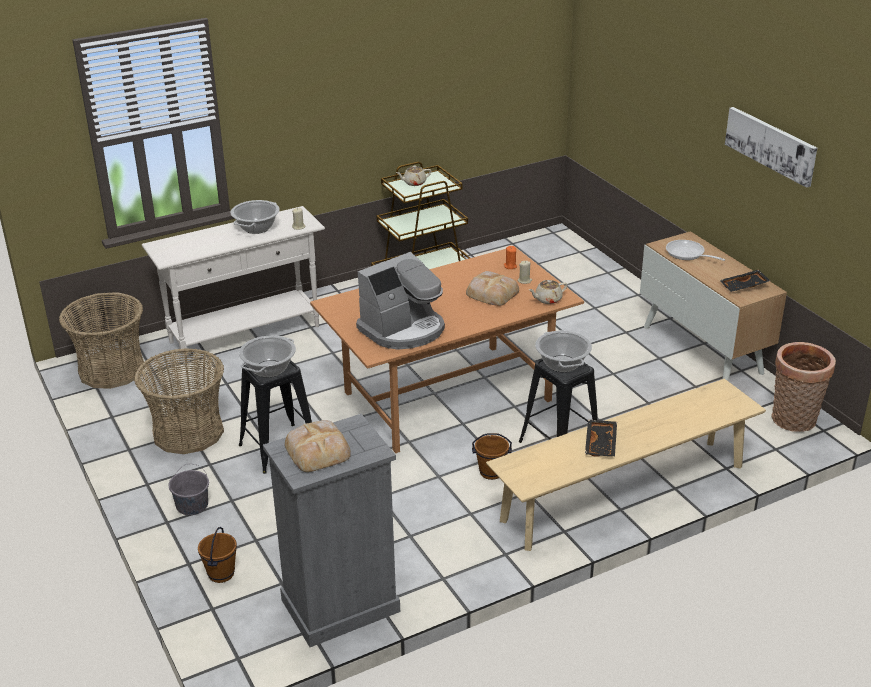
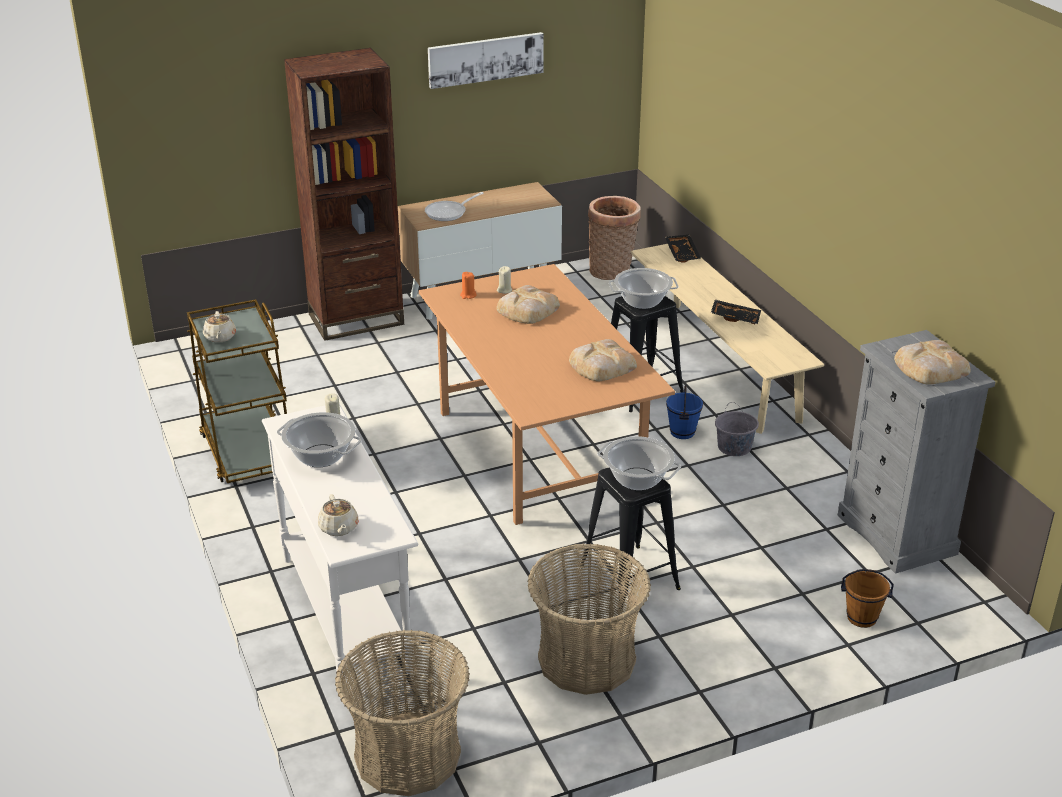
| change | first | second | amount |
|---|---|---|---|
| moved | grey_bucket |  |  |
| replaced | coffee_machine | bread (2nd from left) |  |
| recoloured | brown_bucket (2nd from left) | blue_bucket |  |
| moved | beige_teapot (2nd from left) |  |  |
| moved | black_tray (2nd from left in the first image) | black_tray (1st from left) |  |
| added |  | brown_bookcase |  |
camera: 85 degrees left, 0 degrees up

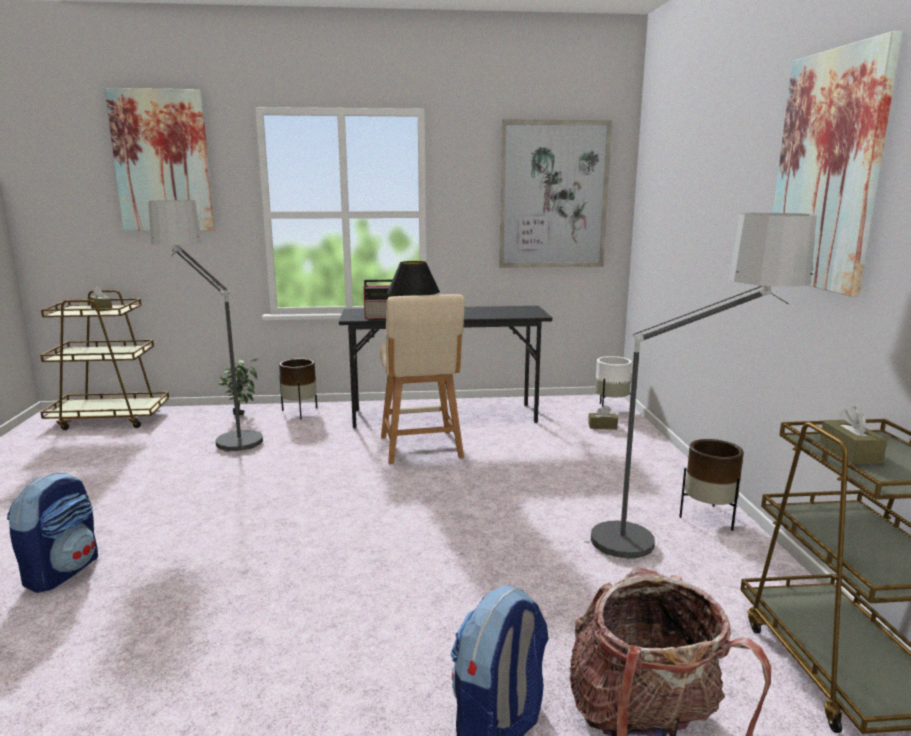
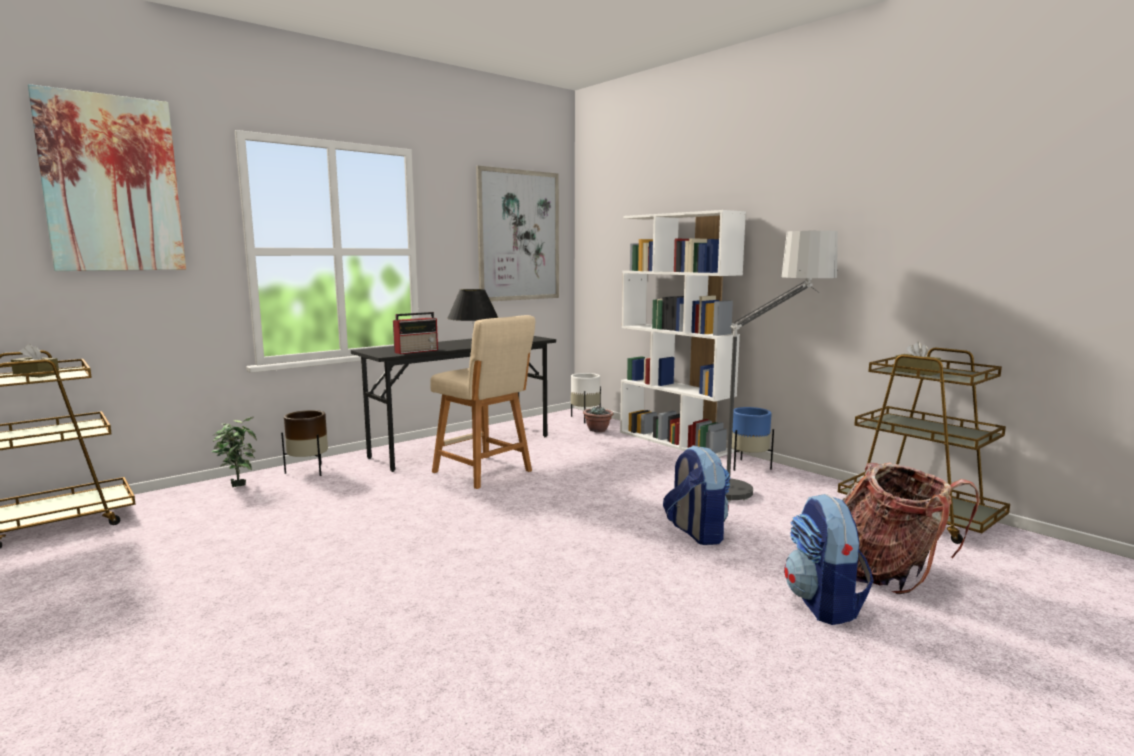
| change | first | second | amount |
|---|---|---|---|
| moved | backpack (1st from left) |  |  |
| removed | floor_lamp (1st from left) |  |  |
| replaced | brown_tissue_box (2nd from left) | potted_plant (2nd from left) |  |
| recoloured | brown_planter (2nd from left) | blue_planter |  |
| removed | picture (3rd from left) |  |  |
| added |  | white_bookcase |  |
camera: 35 degrees left, 5 degrees down

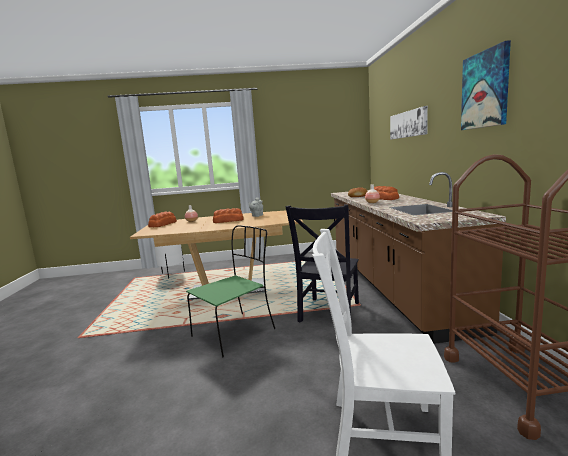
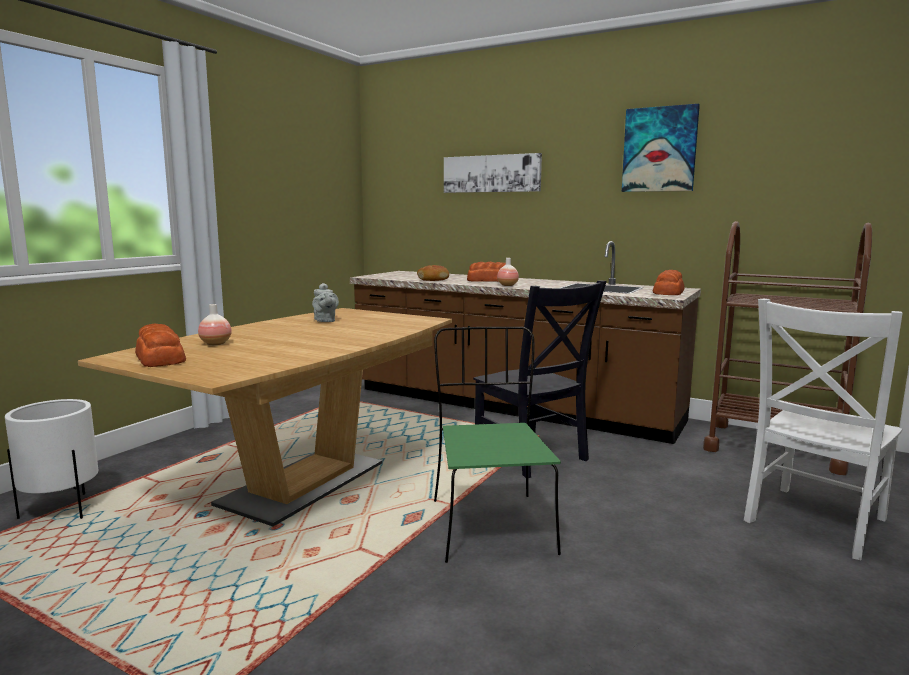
| change | first | second | amount |
|---|---|---|---|
| moved | bread (2nd from left in the first image) | bread (4th from left) |  |
camera: 55 degrees left, 0 degrees up

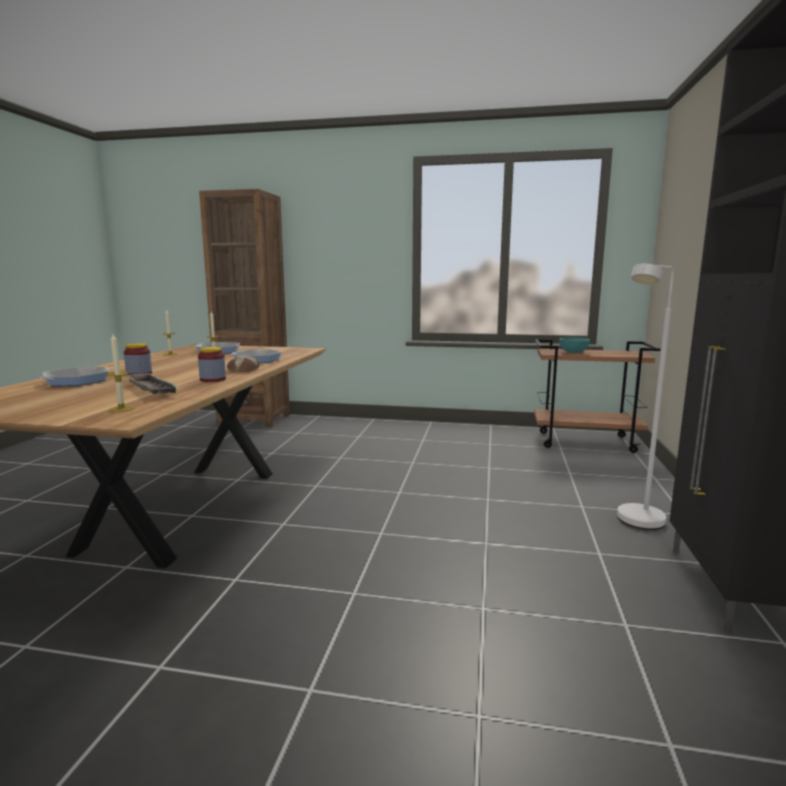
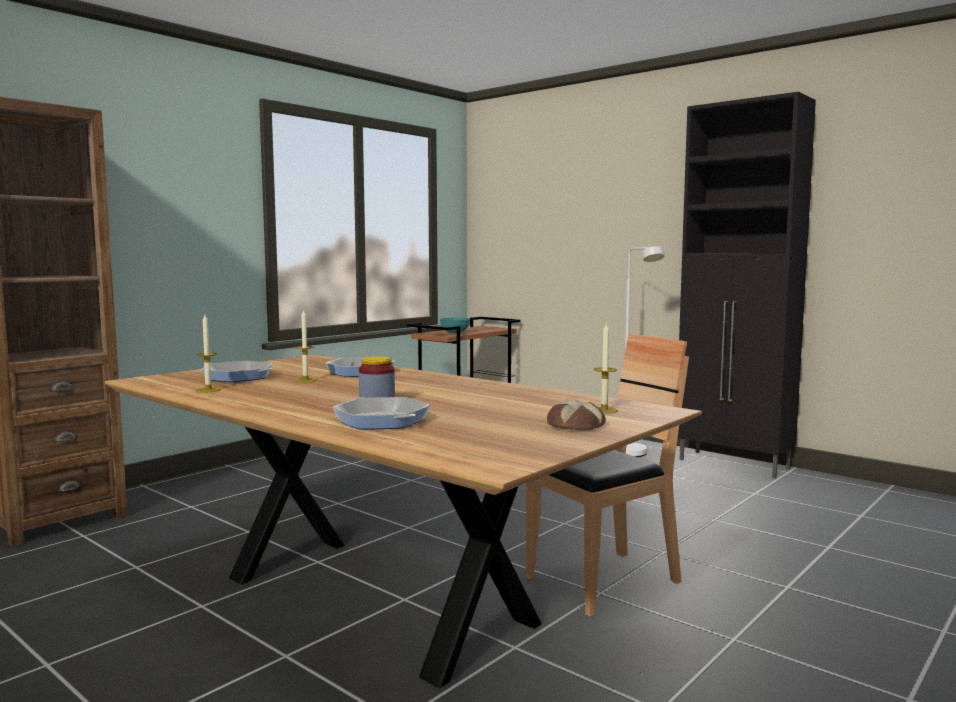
| change | first | second | amount |
|---|---|---|---|
| removed | tray |  |  |
| removed | jar (2nd from left) |  |  |
| moved | bread |  |  |
| added |  | brown_chair |  |
camera: 60 degrees left, 5 degrees down

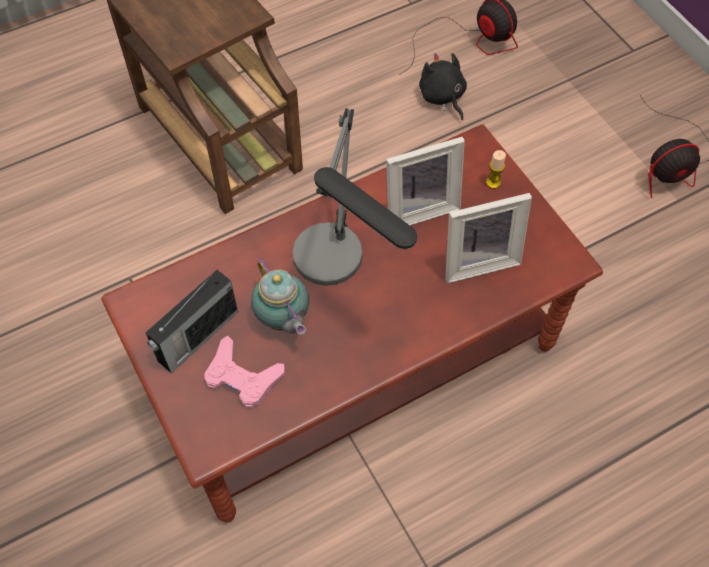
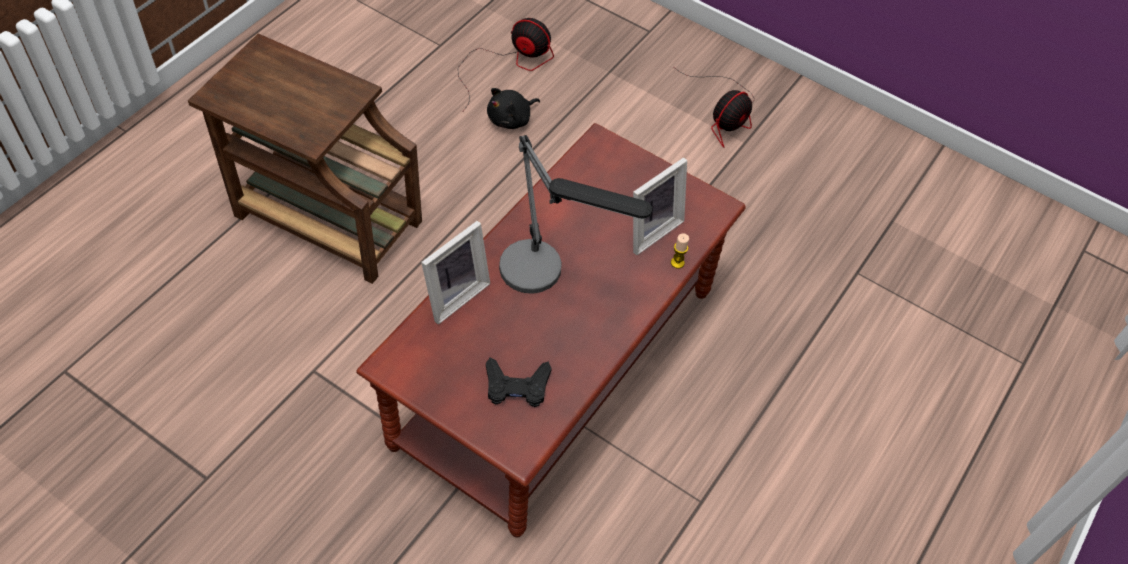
| change | first | second | amount |
|---|---|---|---|
| removed | radio |  |  |
| recoloured | pink_game_controller | black_game_controller |  |
| removed | teapot |  |  |
| moved | picture_frame (1st from left) |  |  |
| turned | black_plush_toy |  | 75 degrees counterclockwise |
| moved | candle |  |  |
camera: 30 degrees left, 5 degrees down

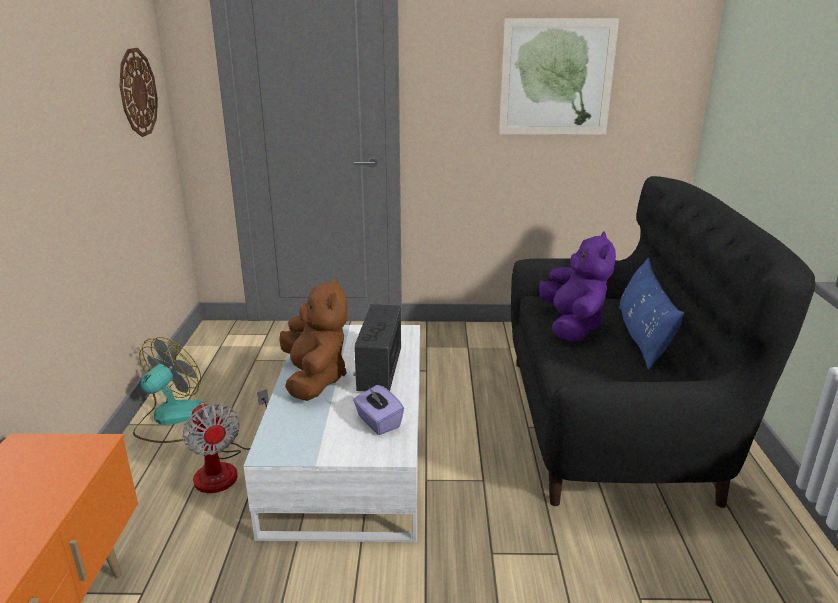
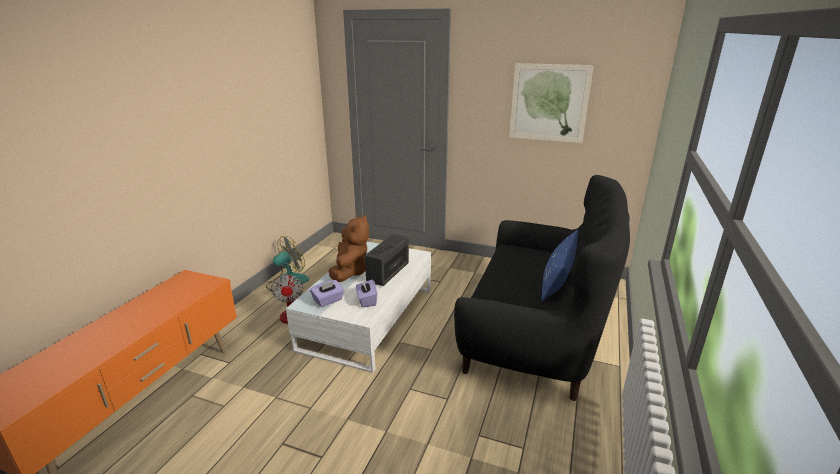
| change | first | second | amount |
|---|---|---|---|
| removed | wall_clock |  |  |
| removed | purple_plush_toy |  |  |
| added |  | purple_tissue_box (1st from left) |  |
camera: 20 degrees right, 0 degrees up

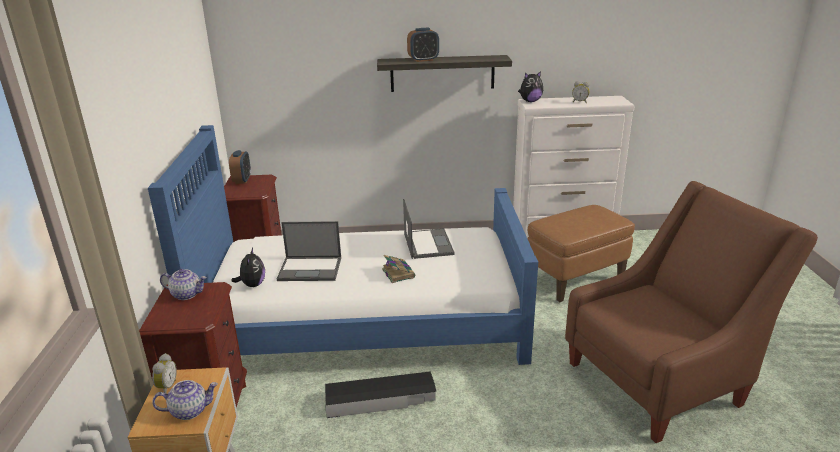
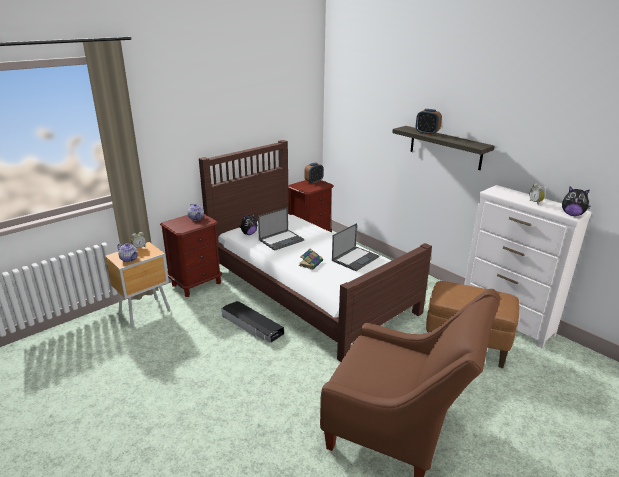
| change | first | second | amount |
|---|---|---|---|
| recoloured | blue_bed | brown_bed |  |
| turned | laptop (1st from left) |  | 90 degrees counterclockwise |
| moved | plush_toy (2nd from left) |  |  |
camera: 50 degrees right, 0 degrees up

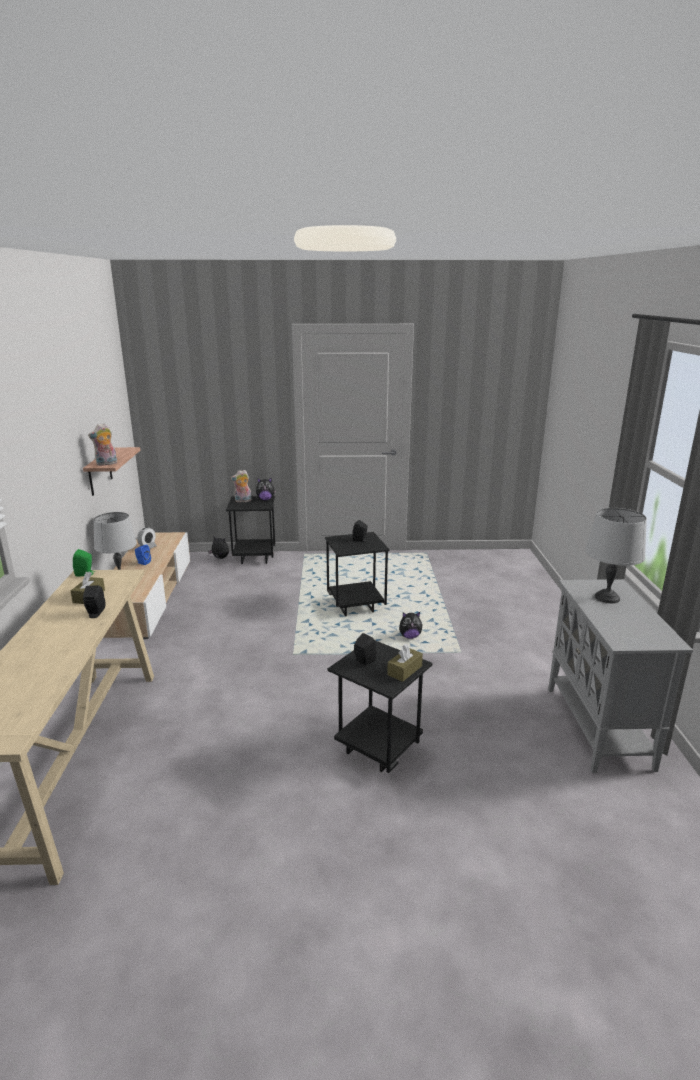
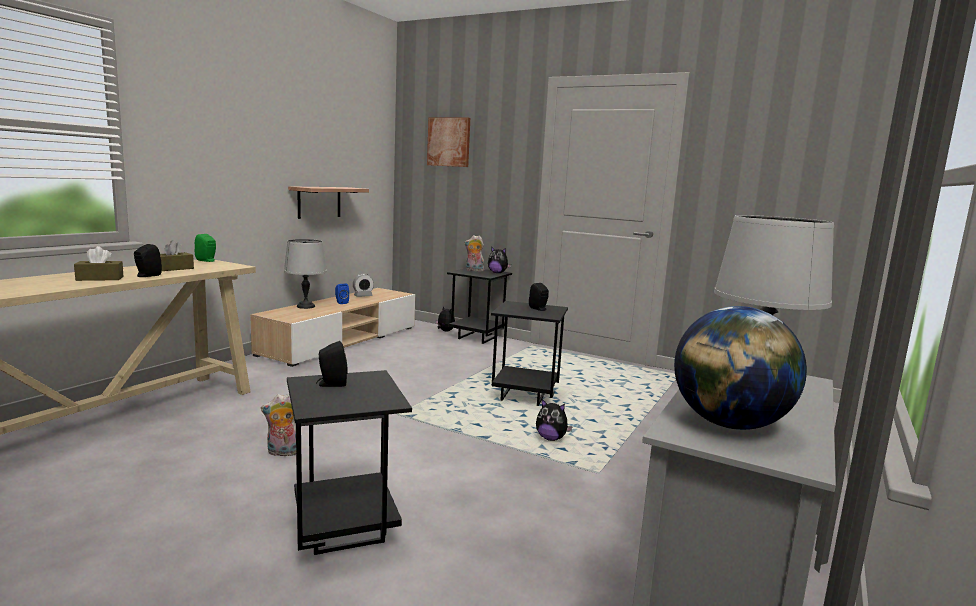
| change | first | second | amount |
|---|---|---|---|
| moved | plush_toy (1st from left) |  |  |
| moved | brown_tissue_box (2nd from left in the first image) | brown_tissue_box (1st from left) |  |
| added |  | picture |  |
| added |  | globe |  |
camera: 30 degrees right, 10 degrees down

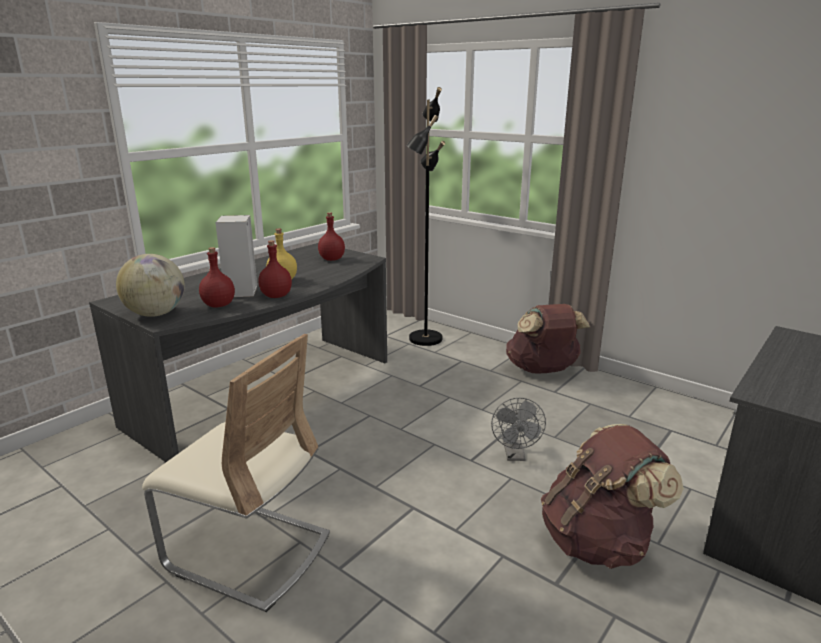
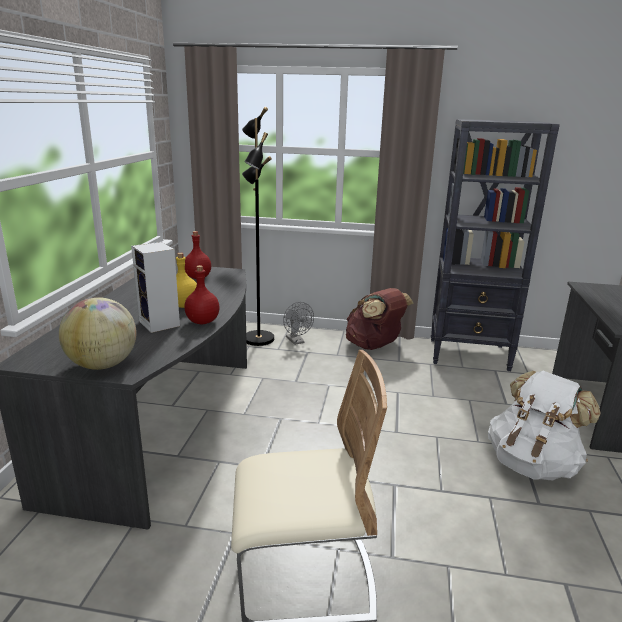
| change | first | second | amount |
|---|---|---|---|
| removed | red_bottle (1st from left) |  |  |
| moved | grey_fan |  |  |
| recoloured | brown_backpack (2nd from left) | white_backpack |  |
| added |  | black_bookcase |  |
camera: 30 degrees left, 0 degrees up

